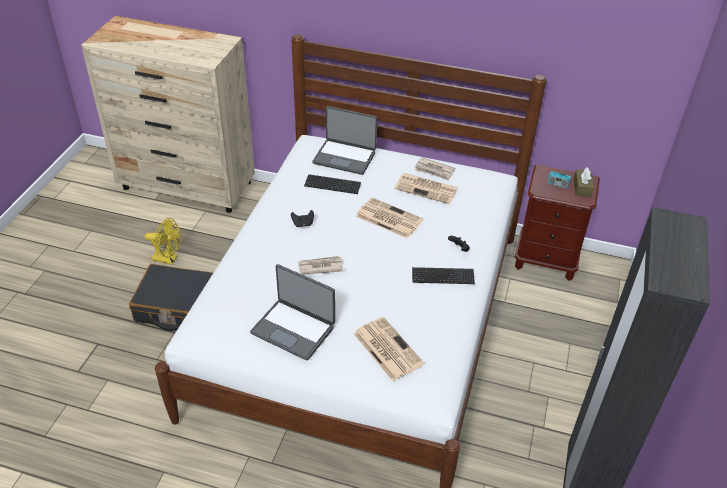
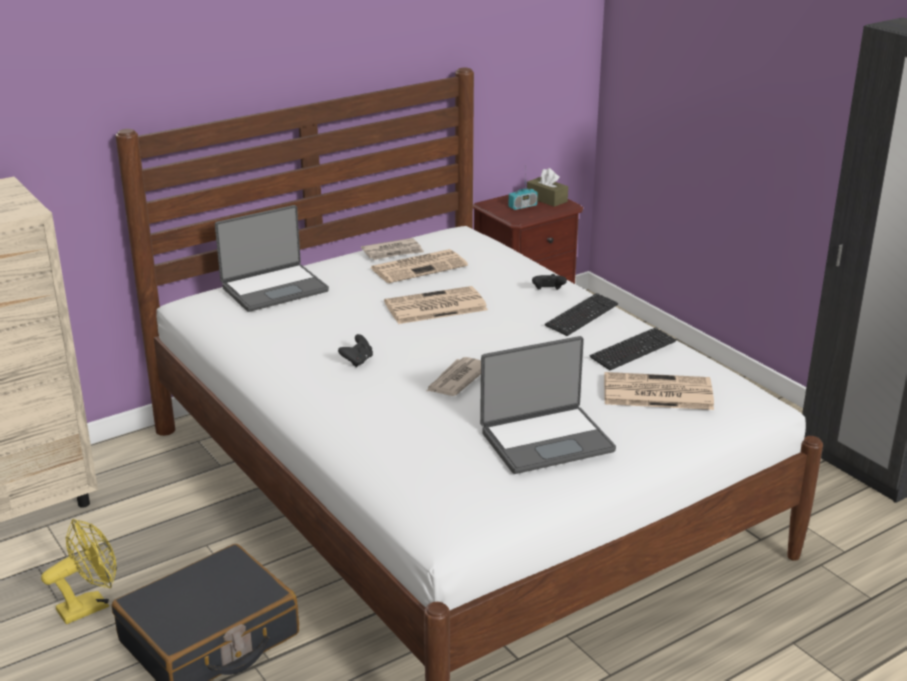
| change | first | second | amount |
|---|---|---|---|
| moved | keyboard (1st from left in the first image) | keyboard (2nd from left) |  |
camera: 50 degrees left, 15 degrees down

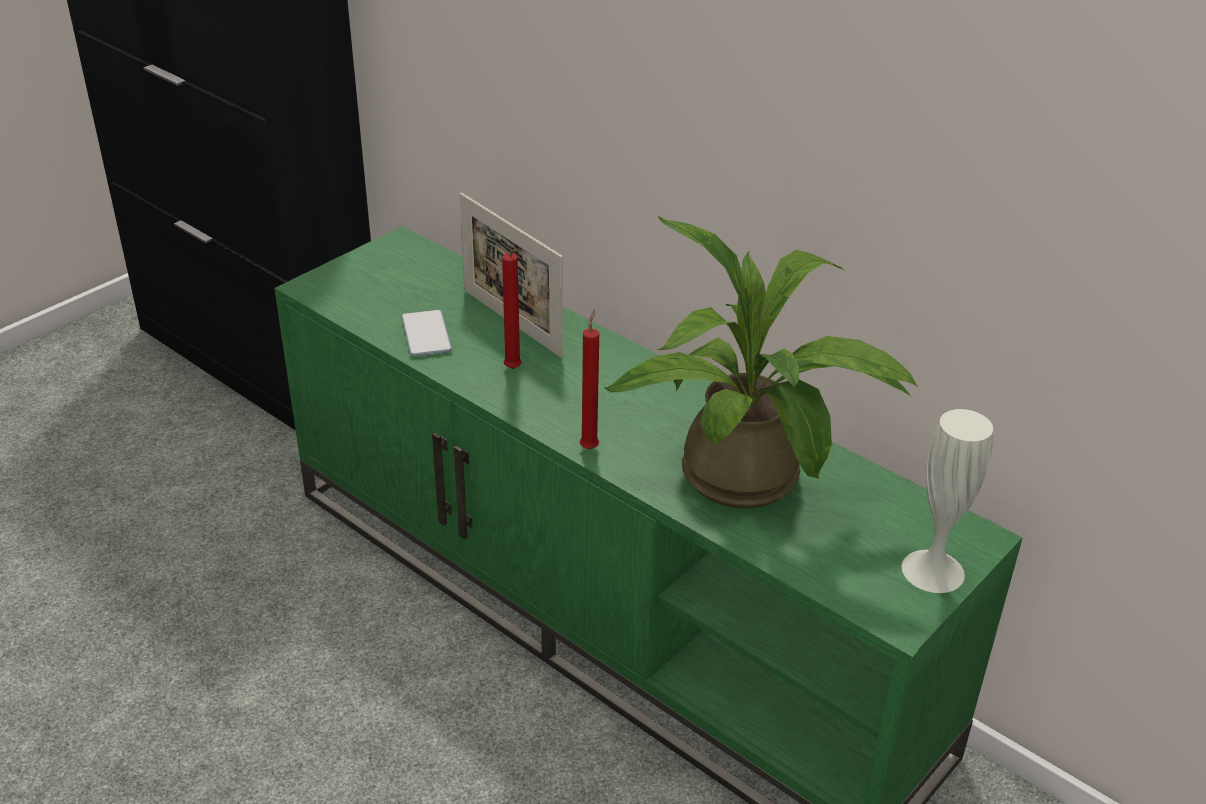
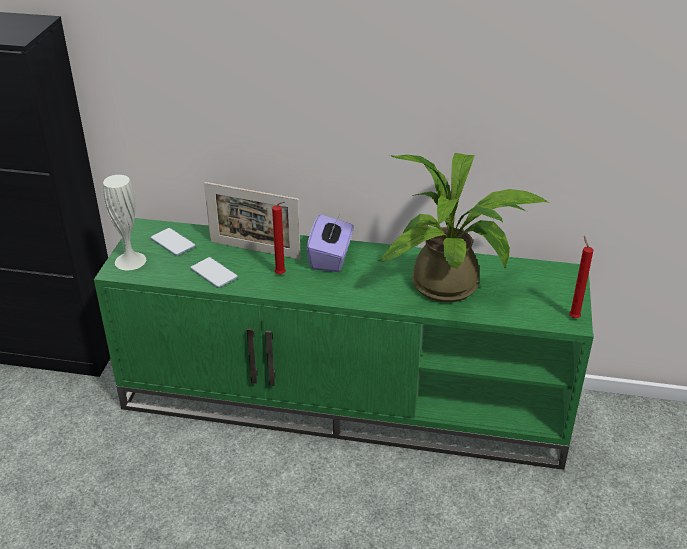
| change | first | second | amount |
|---|---|---|---|
| moved | red_candle (2nd from left) |  |  |
| moved | white_vase |  |  |
| added |  | phone (1st from left) |  |
| added |  | purple_tissue_box |  |
camera: 30 degrees left, 0 degrees up

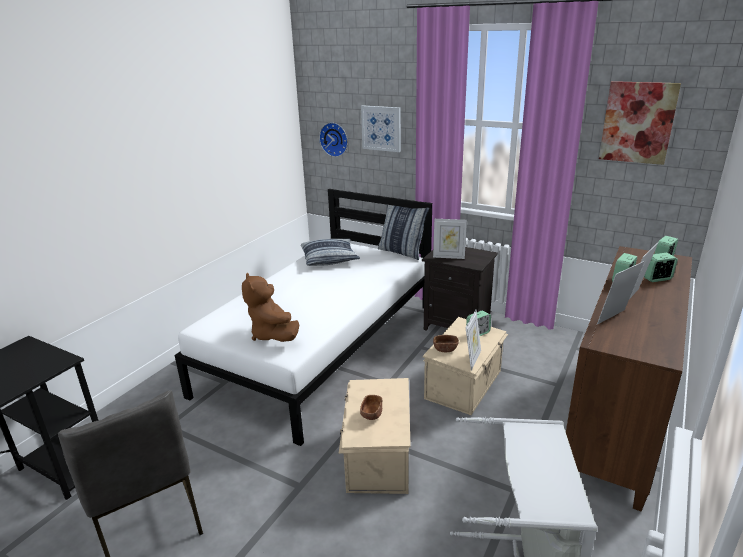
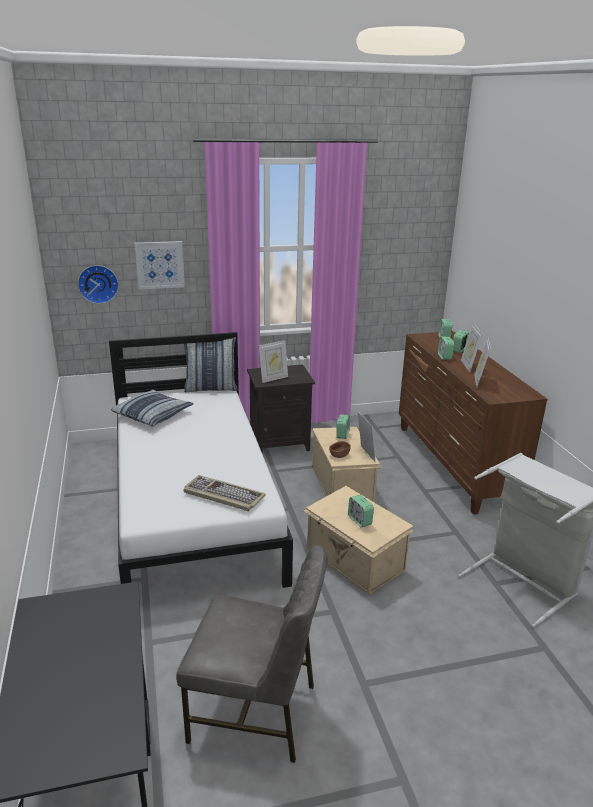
| change | first | second | amount |
|---|---|---|---|
| replaced | brown_plush_toy | keyboard |  |
| replaced | brown_bowl (1st from left) | alarm_clock (2nd from left) |  |
| removed | picture (2nd from left) |  |  |
camera: 45 degrees left, 0 degrees up

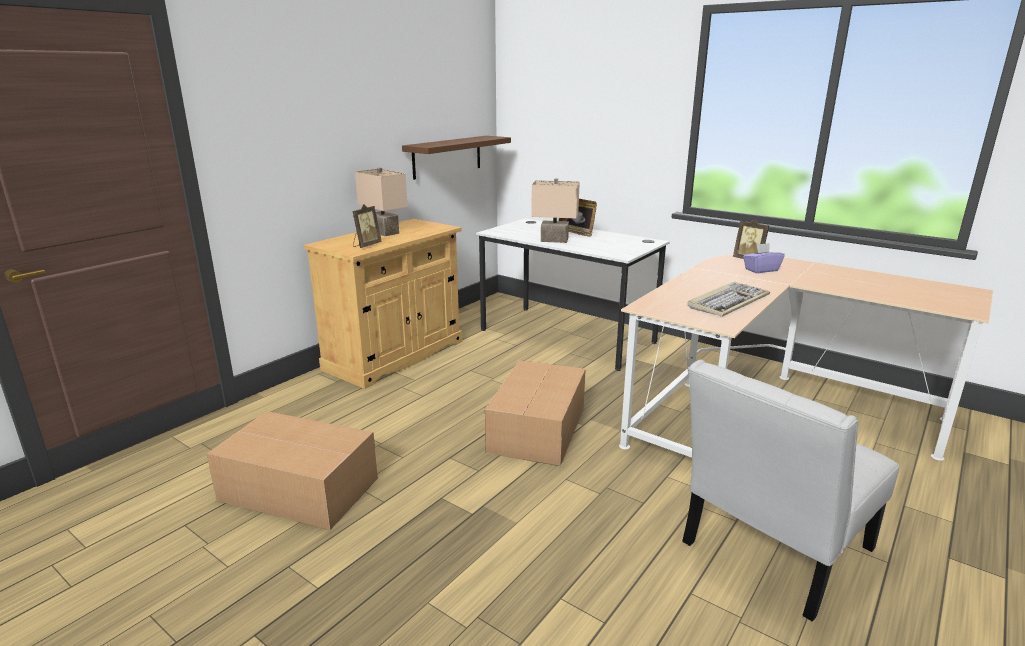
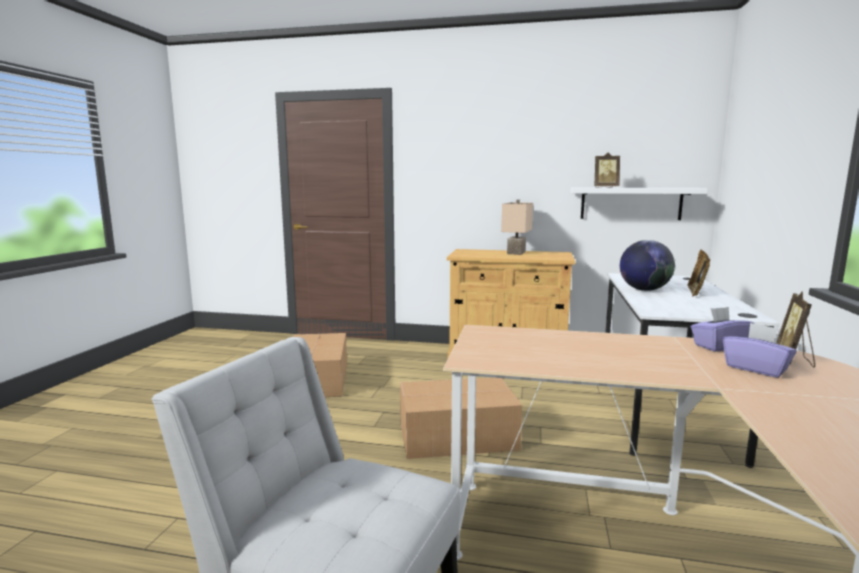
| change | first | second | amount |
|---|---|---|---|
| moved | picture_frame (1st from left) |  |  |
| recoloured | brown_shelf | white_shelf |  |
| replaced | beige_table_lamp (2nd from left) | globe |  |
| removed | keyboard |  |  |
| added |  | purple_tissue_box (1st from left) |  |
camera: 65 degrees right, 10 degrees down

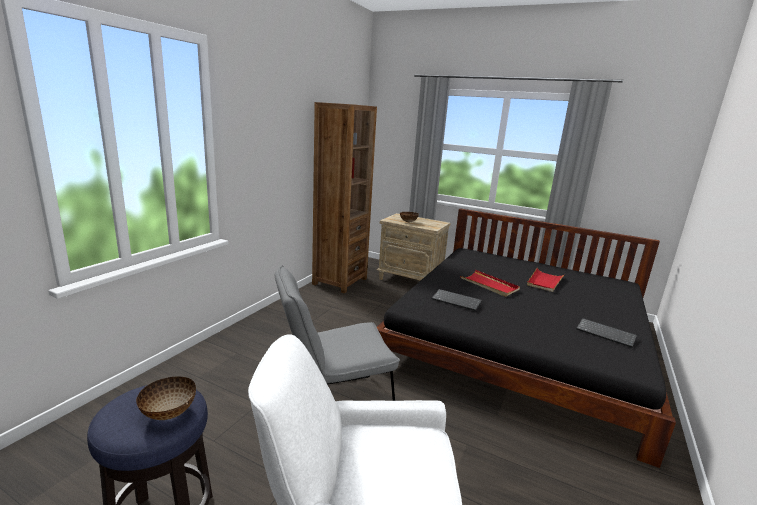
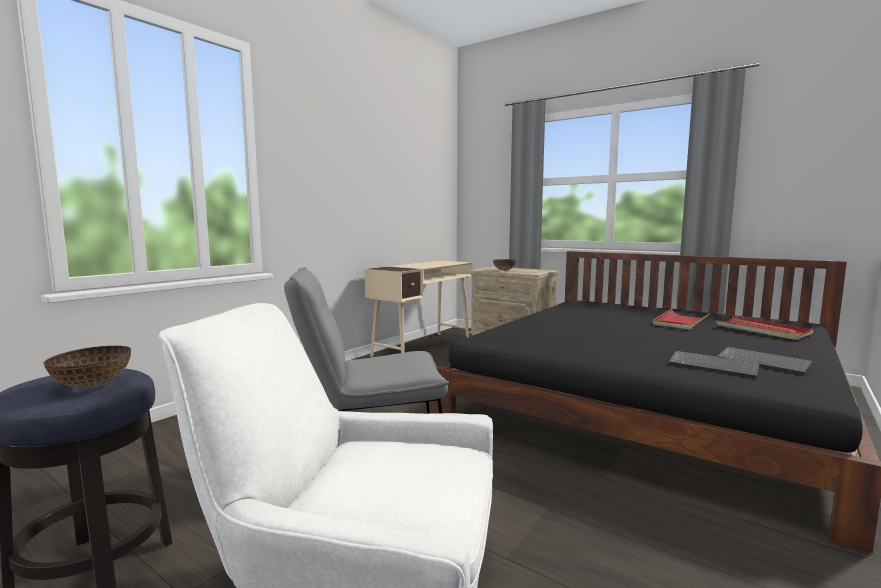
| change | first | second | amount |
|---|---|---|---|
| replaced | brown_bookcase | beige_desk |  |
| moved | keyboard (1st from left) |  |  |
| moved | red_tray (1st from left in the first image) | red_tray (2nd from left) |  |
camera: 10 degrees right, 10 degrees down

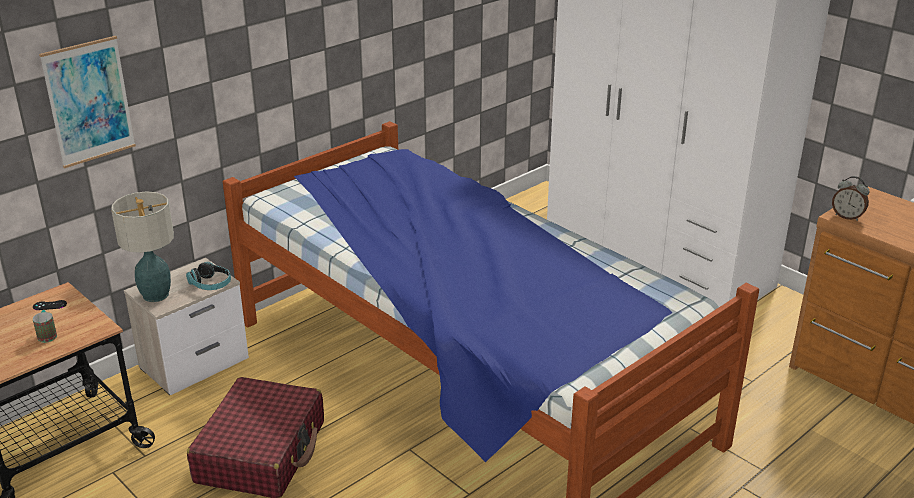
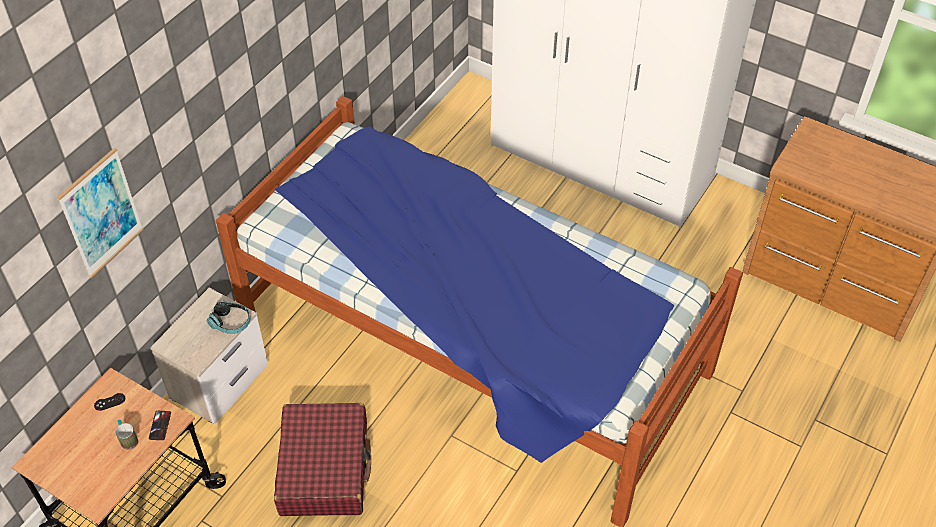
| change | first | second | amount |
|---|---|---|---|
| removed | table_lamp |  |  |
| removed | alarm_clock |  |  |
| added |  | phone |  |
camera: 15 degrees left, 20 degrees up

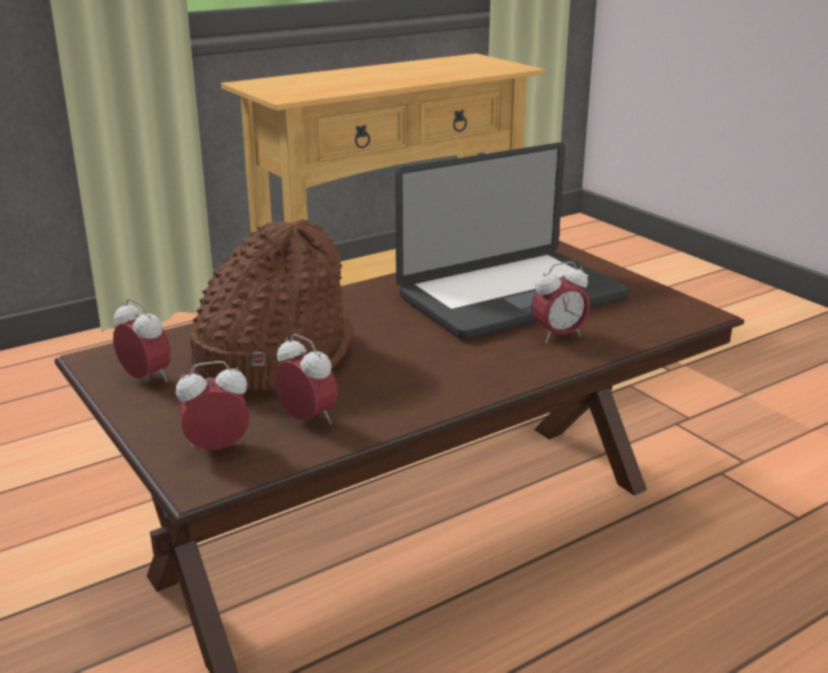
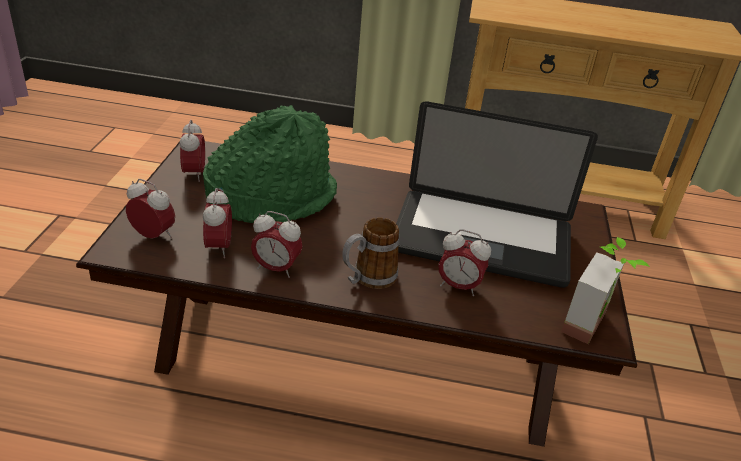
| change | first | second | amount |
|---|---|---|---|
| recoloured | brown_hat | green_hat |  |
| added |  | alarm_clock (4th from left) |  |
| added |  | mug |  |
| added |  | potted_plant |  |
camera: 40 degrees right, 10 degrees up

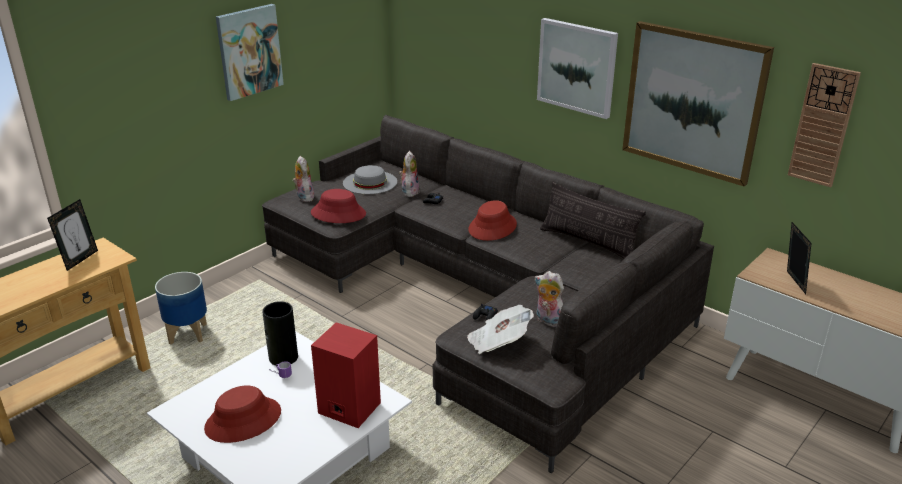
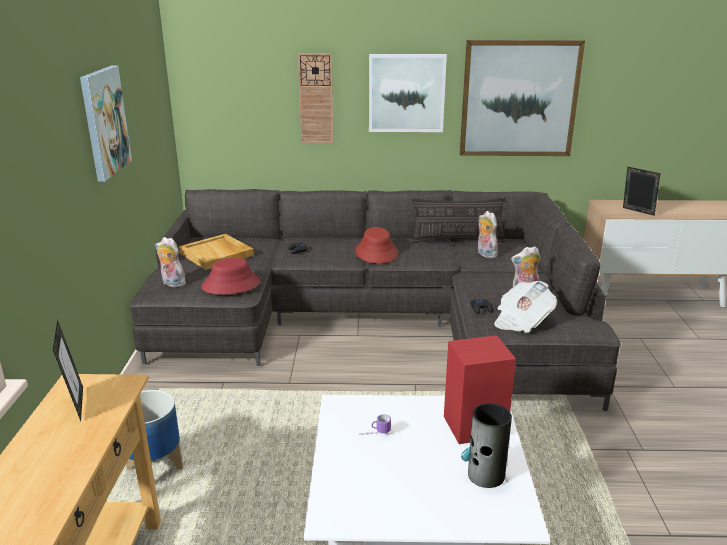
| change | first | second | amount |
|---|---|---|---|
| removed | red_hat (1st from left) |  |  |
| moved | vase |  |  |
| replaced | grey_hat | beige_tray |  |
| moved | plush_toy (2nd from left) |  |  |
| moved | wall_clock |  |  |
camera: 40 degrees left, 5 degrees down

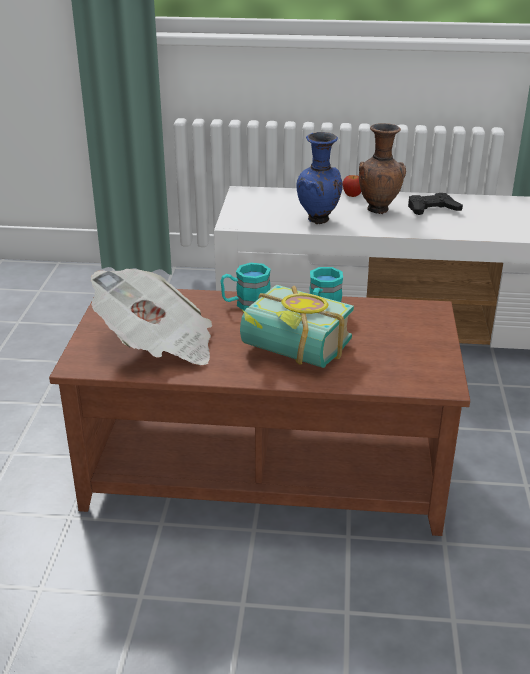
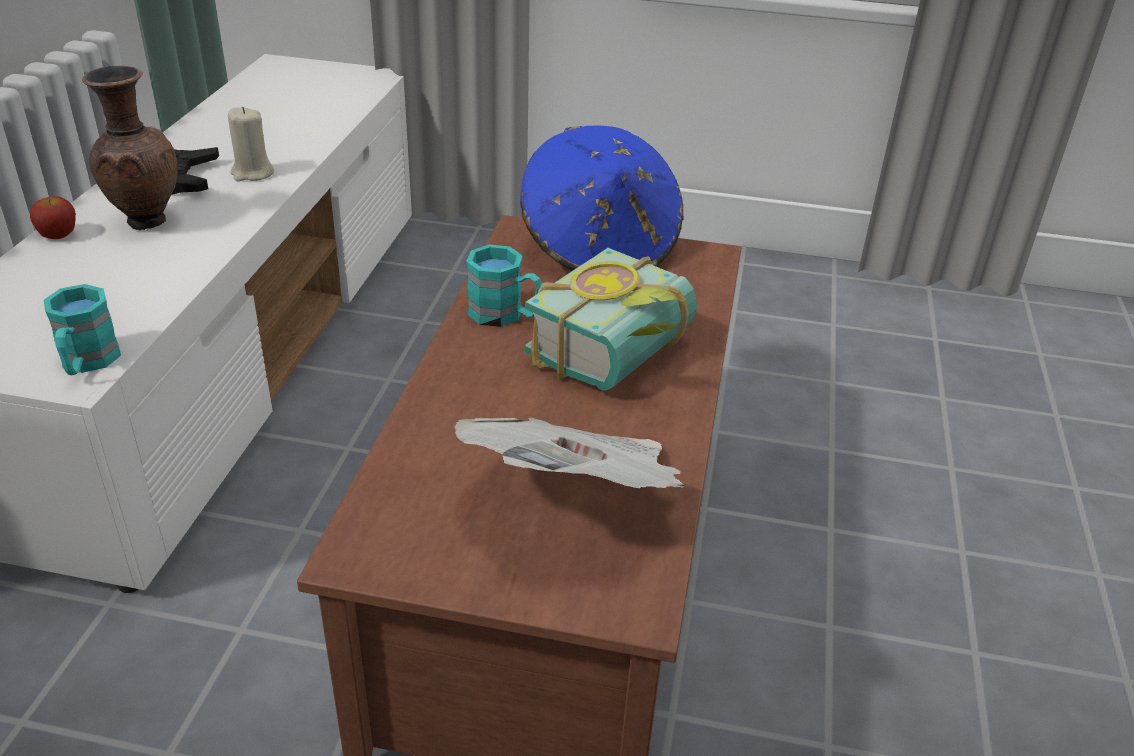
| change | first | second | amount |
|---|---|---|---|
| moved | turquoise_mug (1st from left) |  |  |
| removed | blue_vase |  |  |
| added |  | beige_candle |  |
| added |  | blue_hat |  |
camera: 85 degrees left, 5 degrees up

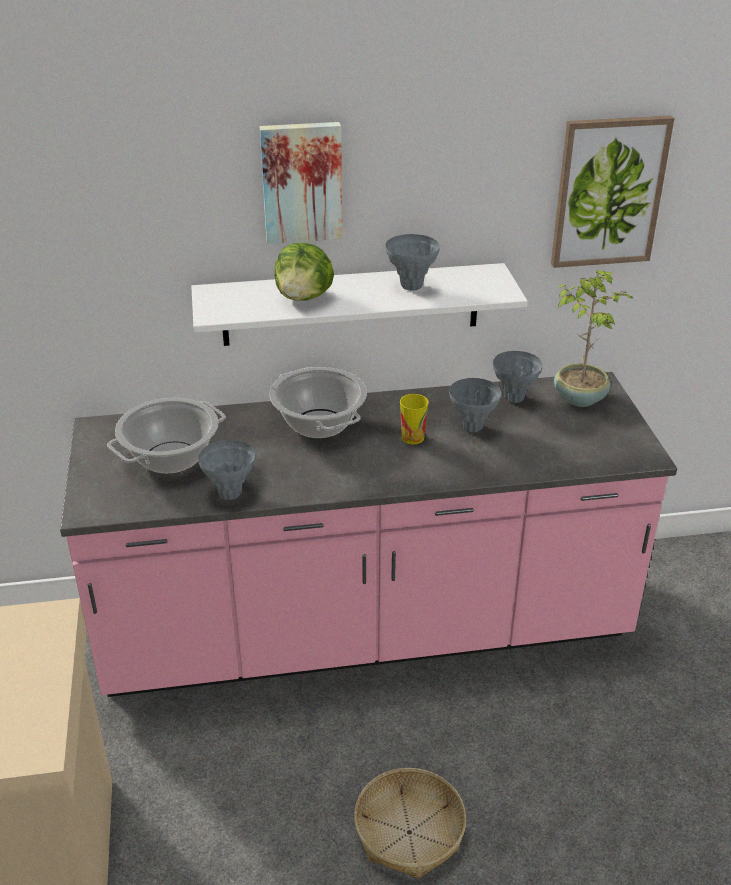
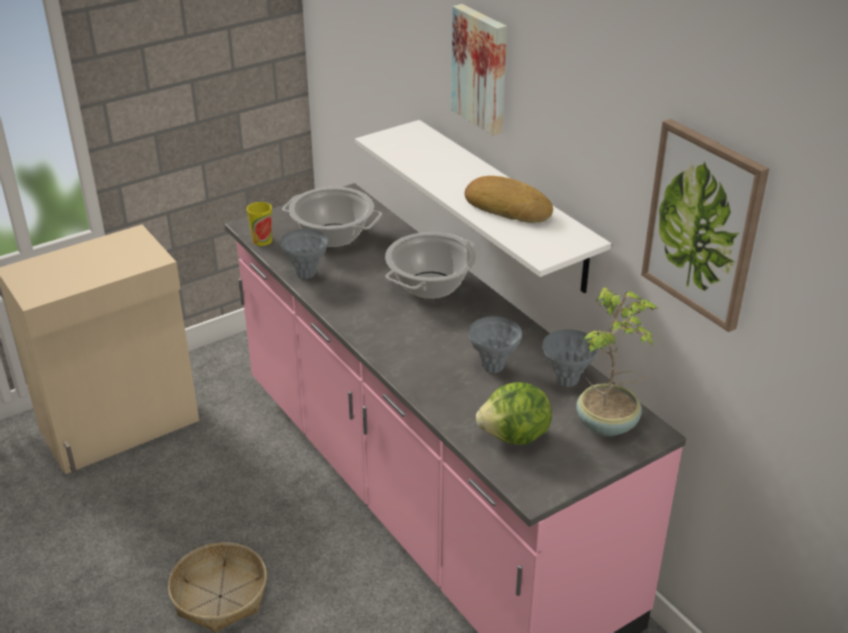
| change | first | second | amount |
|---|---|---|---|
| moved | lettuce |  |  |
| replaced | grey_vase (2nd from left) | bread |  |
| moved | cup |  |  |
camera: 65 degrees right, 0 degrees up

